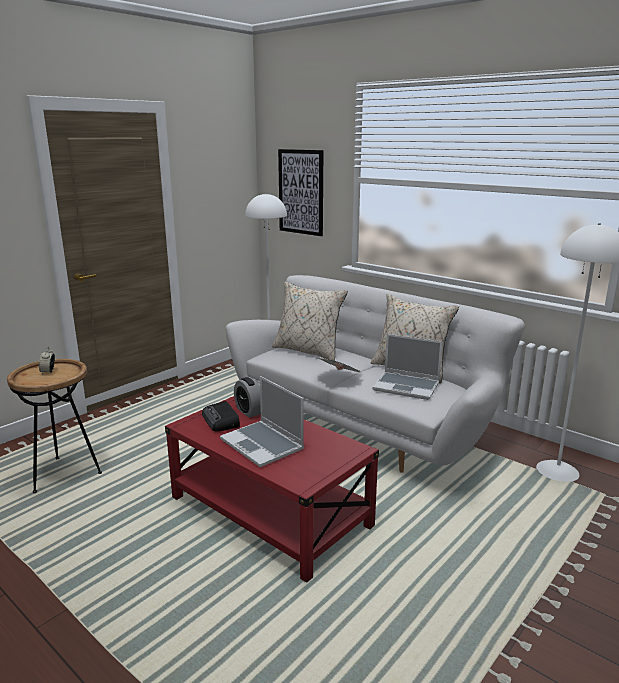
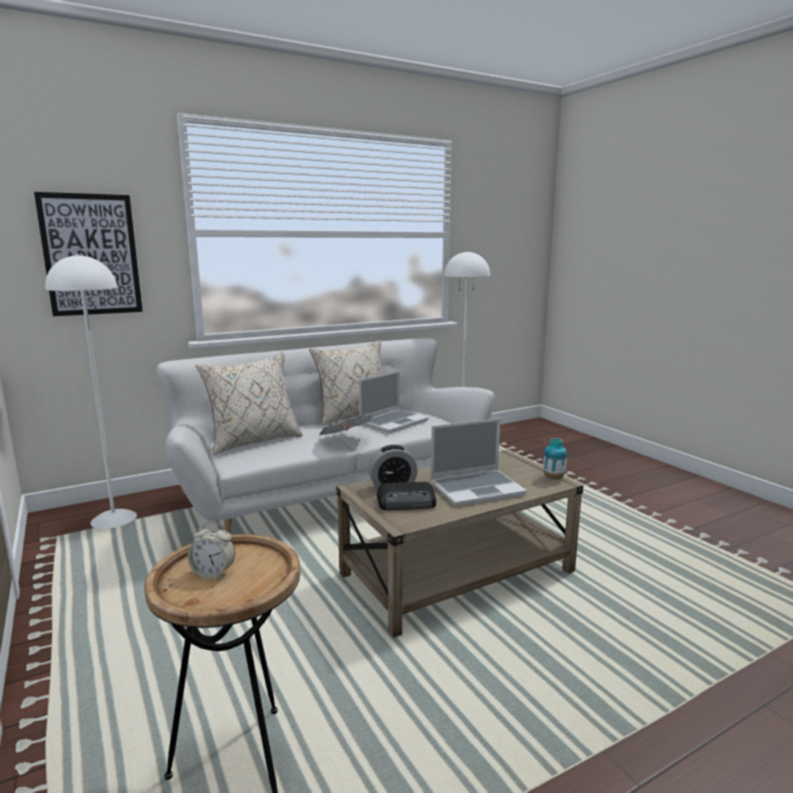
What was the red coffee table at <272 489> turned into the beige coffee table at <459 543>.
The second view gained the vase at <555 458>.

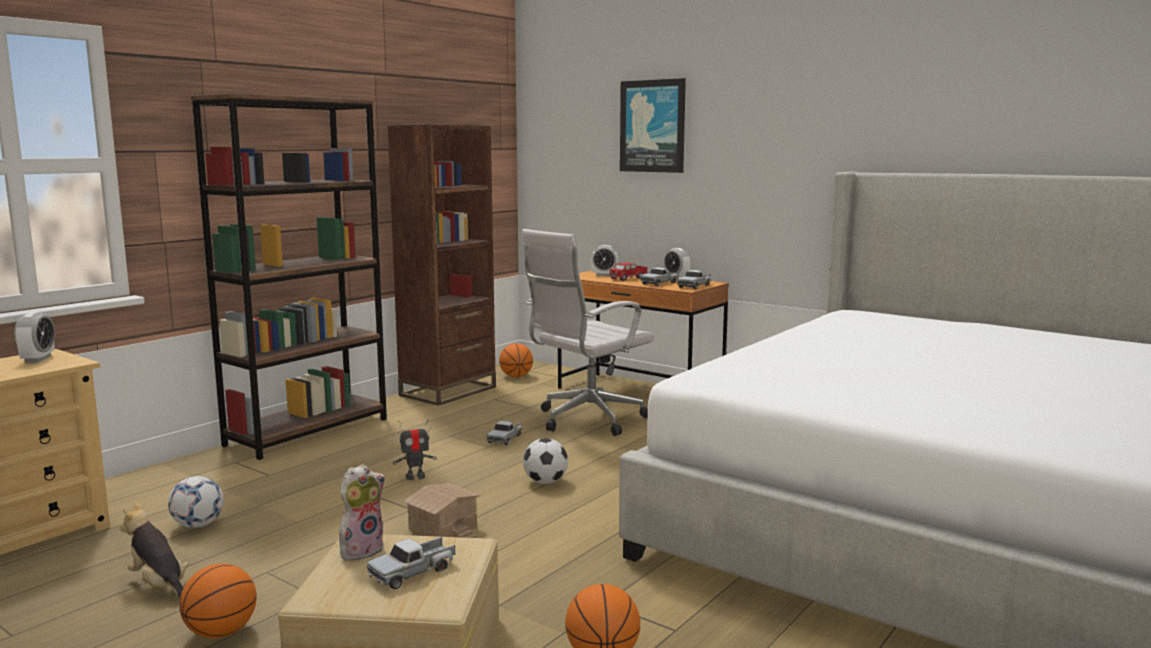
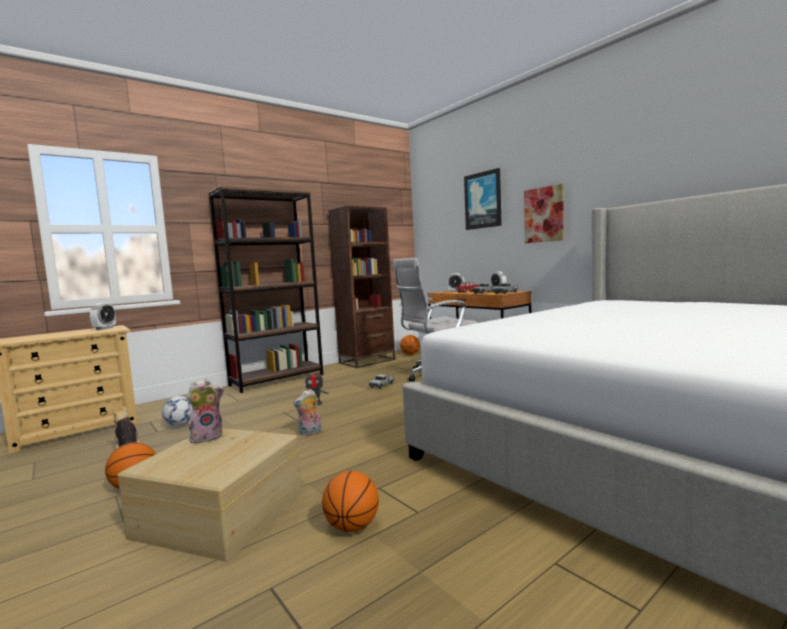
The second view lost the toy truck at <411 563>.
Where the toy house stood at <442 510>, the plush toy came to stand at <307 412>.
The second view lost the football at <545 461>.
The second view gained the picture at <544 213>.

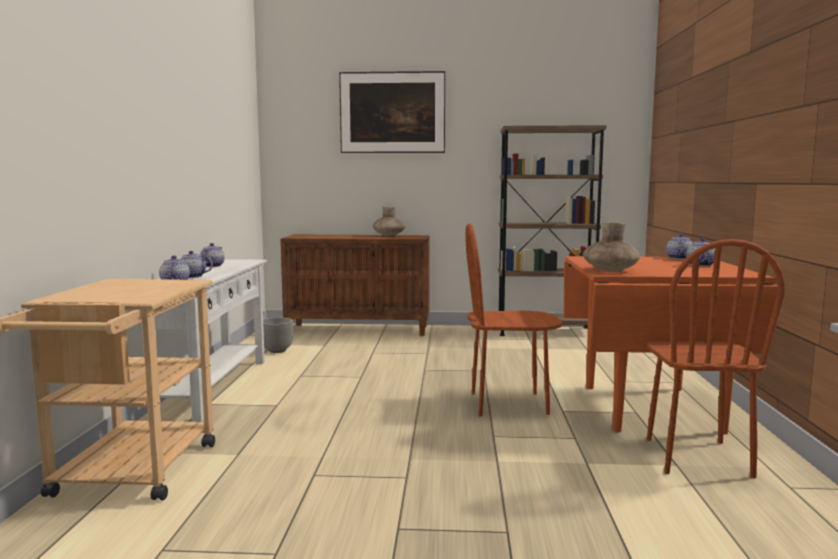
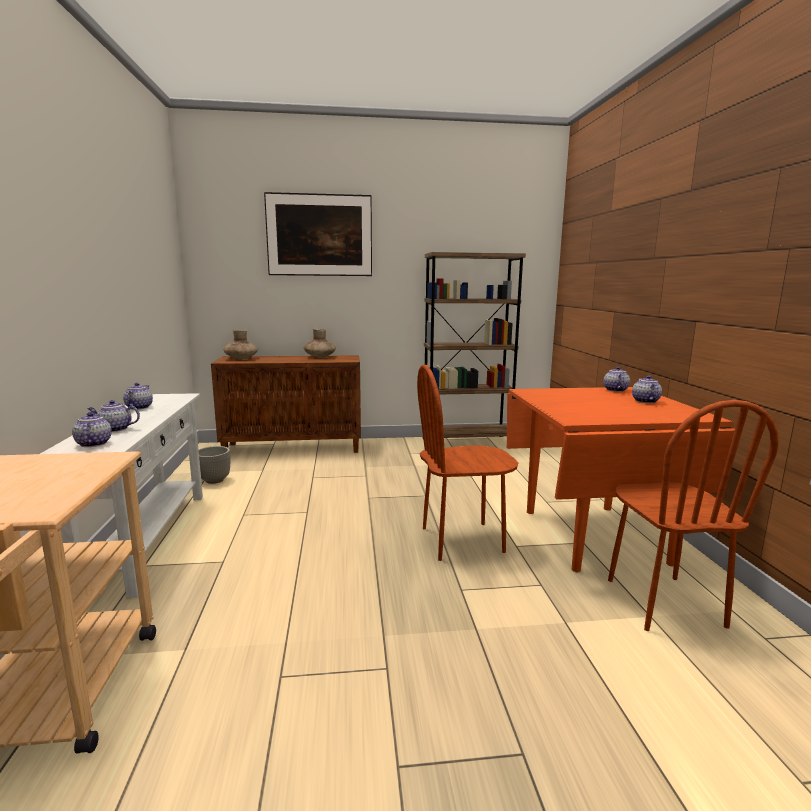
The brown vase ended up elsewhere, having gone from <611 247> to <241 345>.

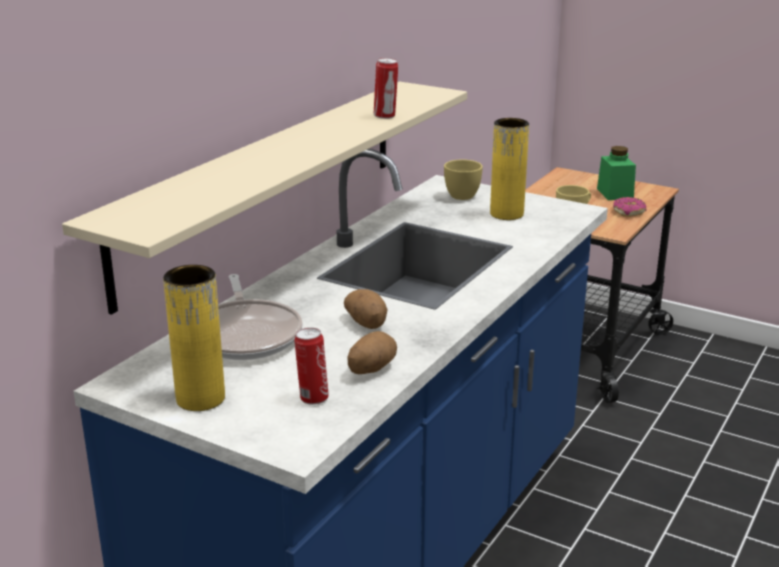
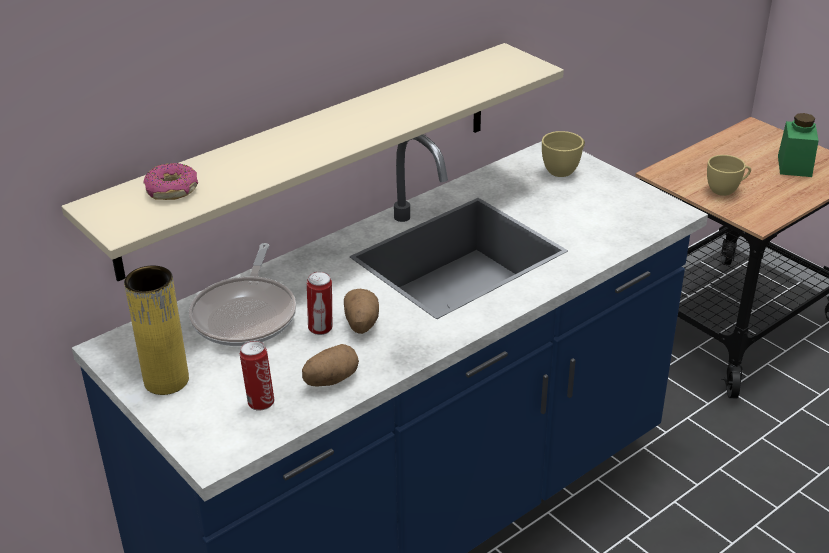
The can ended up elsewhere, having gone from <386 88> to <319 303>.
The second view lost the yellow vase at <509 169>.
The donut ended up elsewhere, having gone from <630 207> to <170 181>.

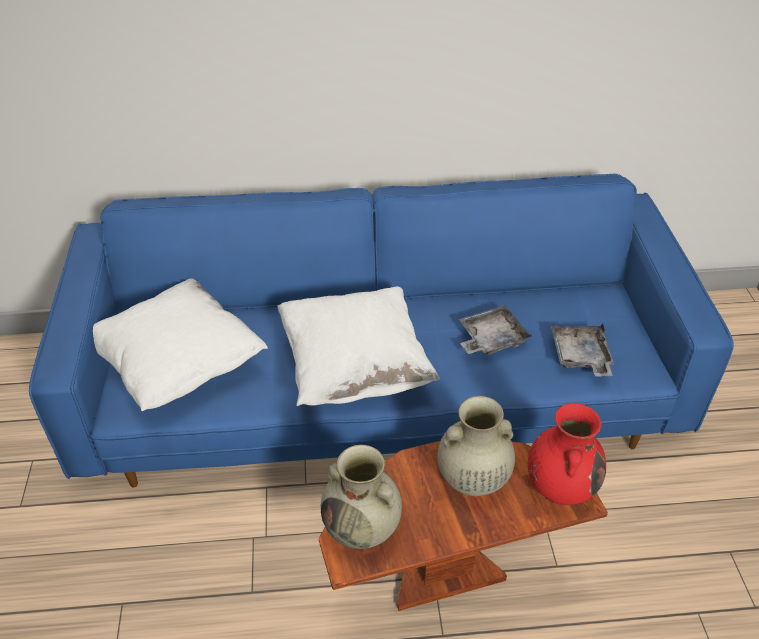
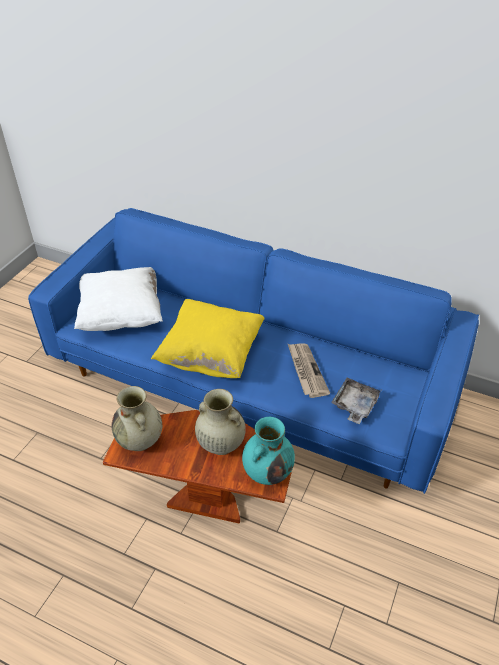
What was the white pillow at <358 346> turned into the yellow pillow at <208 338>.
Where the grey tray stood at <495 330>, the newspaper came to stand at <309 370>.
What was the red vase at <567 454> turned into the turquoise vase at <268 451>.

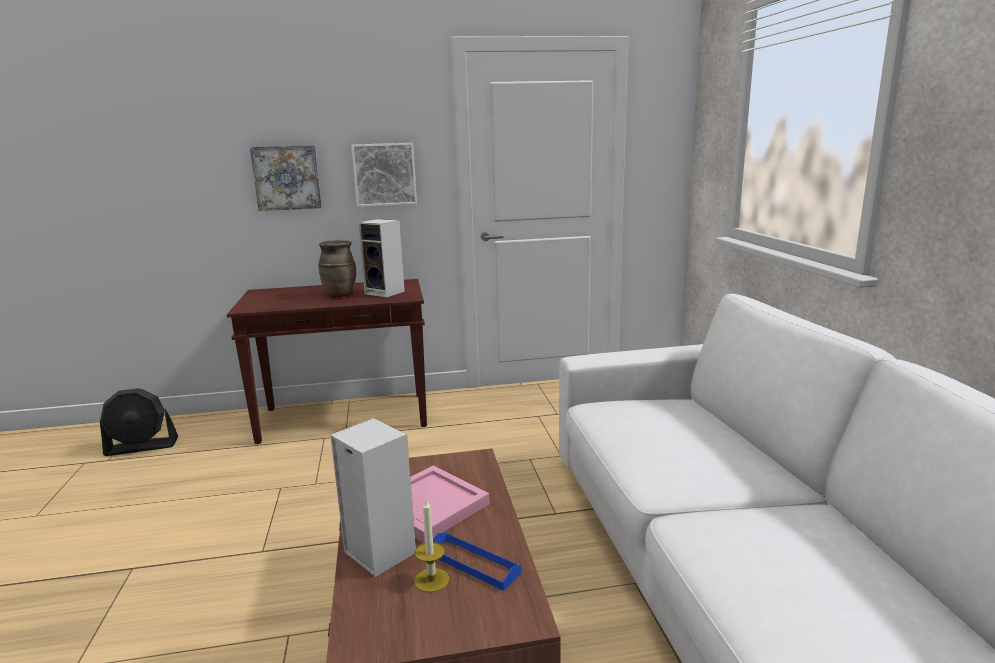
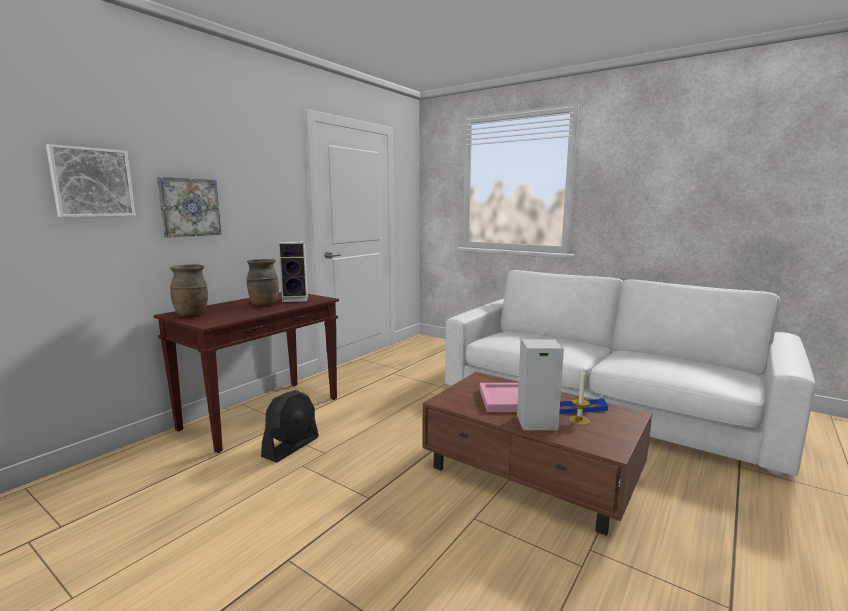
The black fan ended up elsewhere, having gone from <139 422> to <290 426>.
The picture ended up elsewhere, having gone from <384 175> to <91 180>.
The second view gained the brown vase at <189 290>.

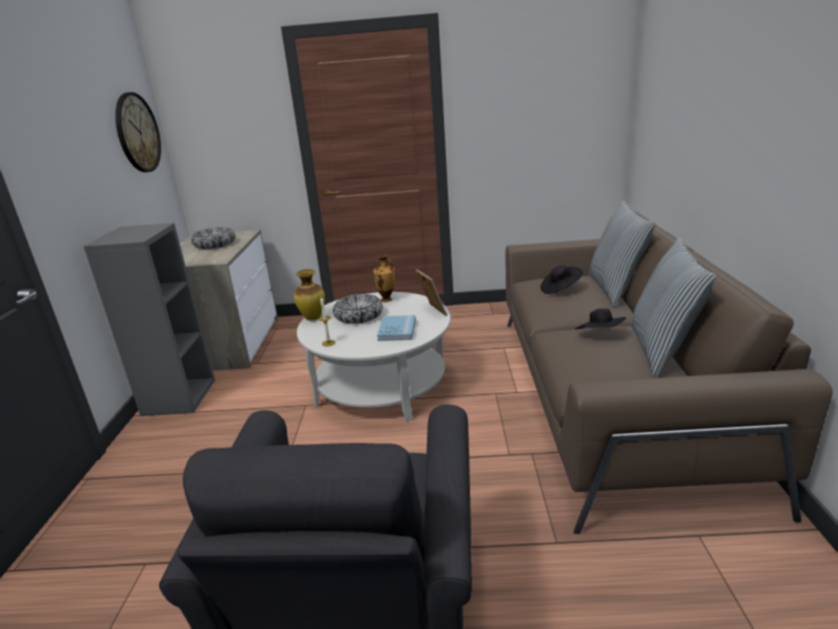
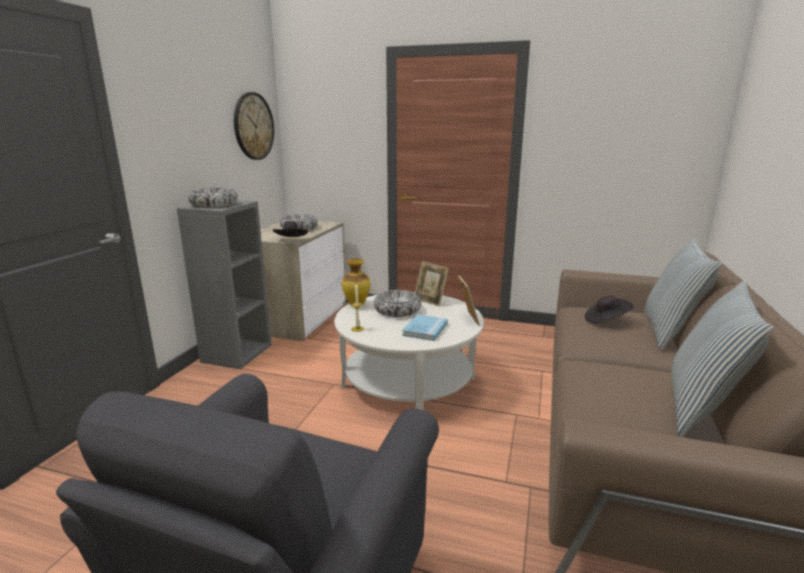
Where the vase stood at <384 278>, the picture frame came to stand at <432 284>.
The black hat ended up elsewhere, having gone from <600 318> to <290 229>.
The second view gained the bowl at <213 197>.

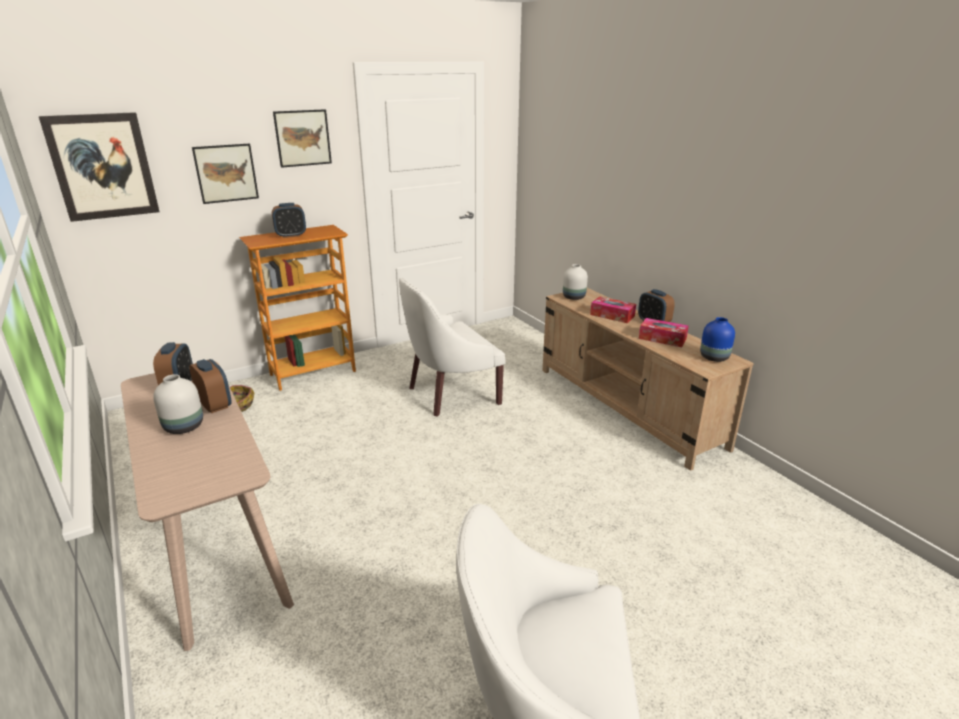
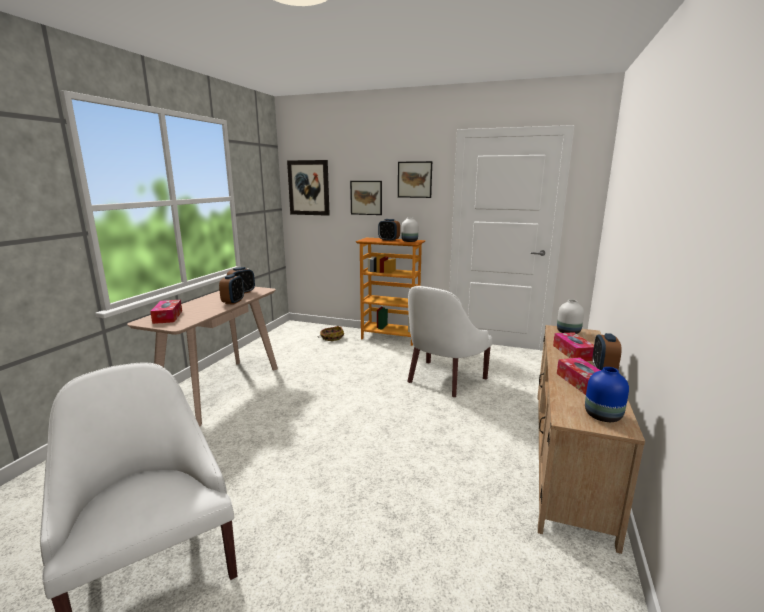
The white vase ended up elsewhere, having gone from <178 404> to <409 229>.
The white armchair at <452 347> ended up facing another way, 75 degrees counterclockwise from before.
The second view gained the tissue box at <166 312>.

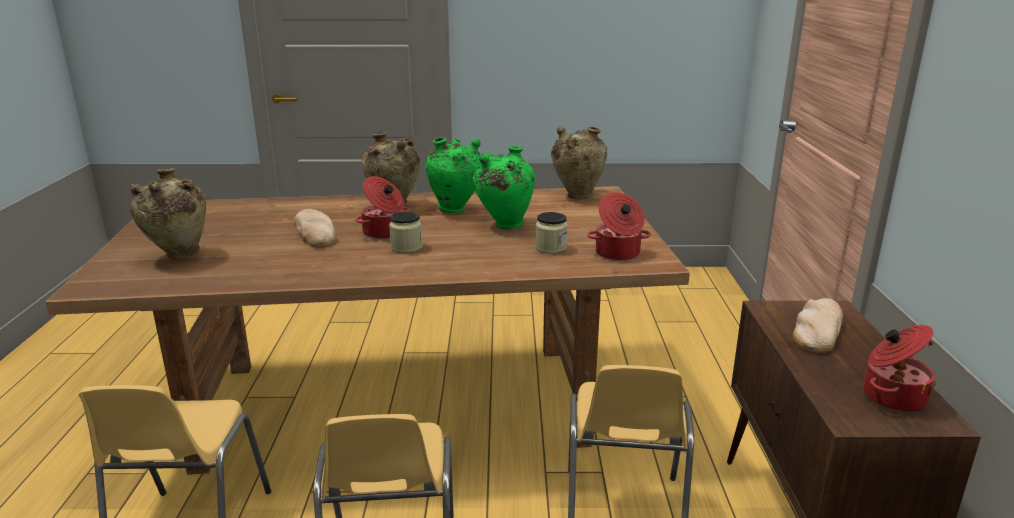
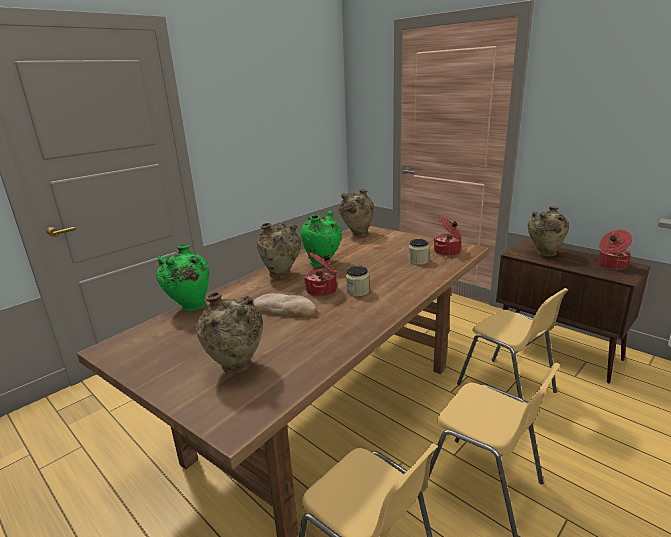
The green vase ended up elsewhere, having gone from <504 188> to <182 278>.
Where the bread stood at <818 325>, the beige vase came to stand at <548 231>.

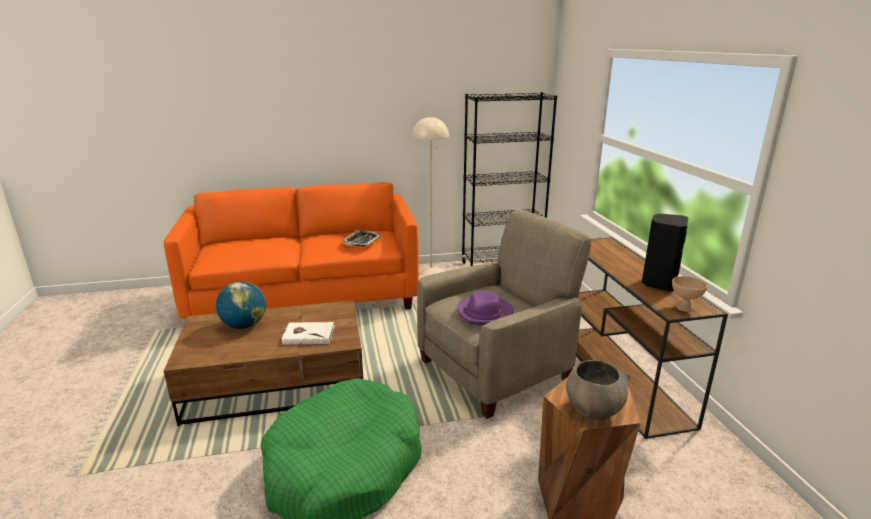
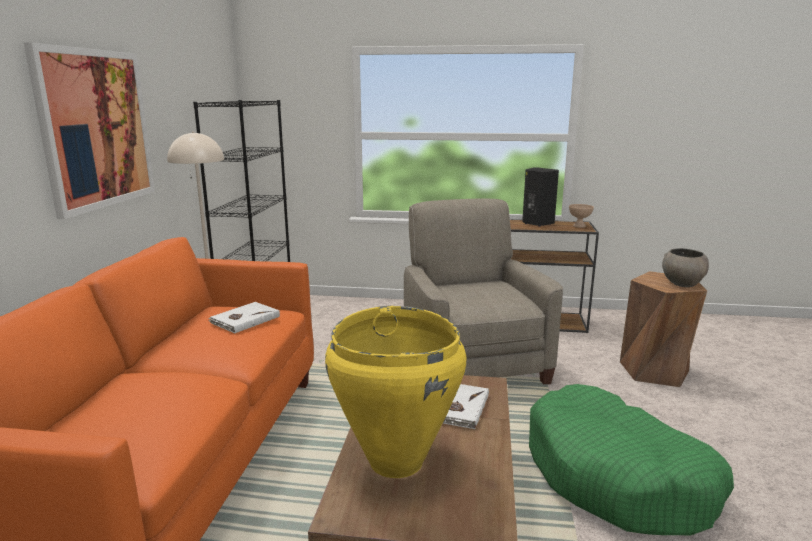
Where the globe stood at <241 305>, the yellow vase came to stand at <395 392>.
Where the tray stood at <362 238>, the white book came to stand at <244 318>.
The second view lost the purple hat at <485 308>.
The second view gained the picture at <89 130>.

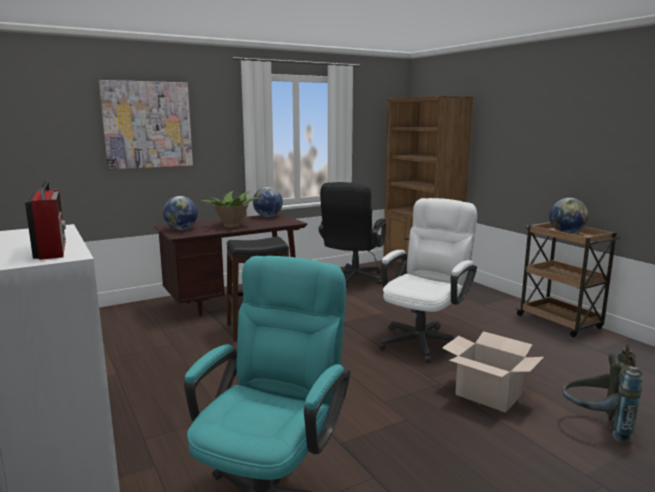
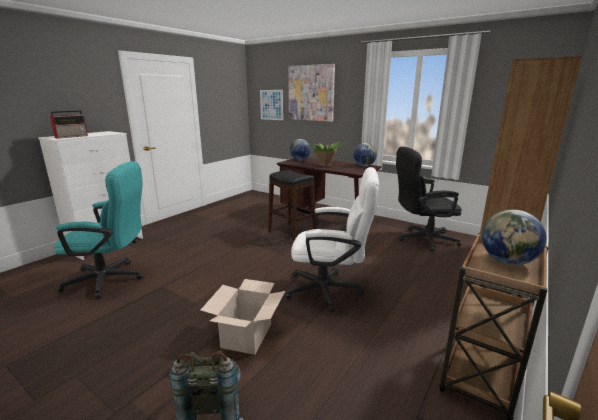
The second view gained the picture at <271 105>.

